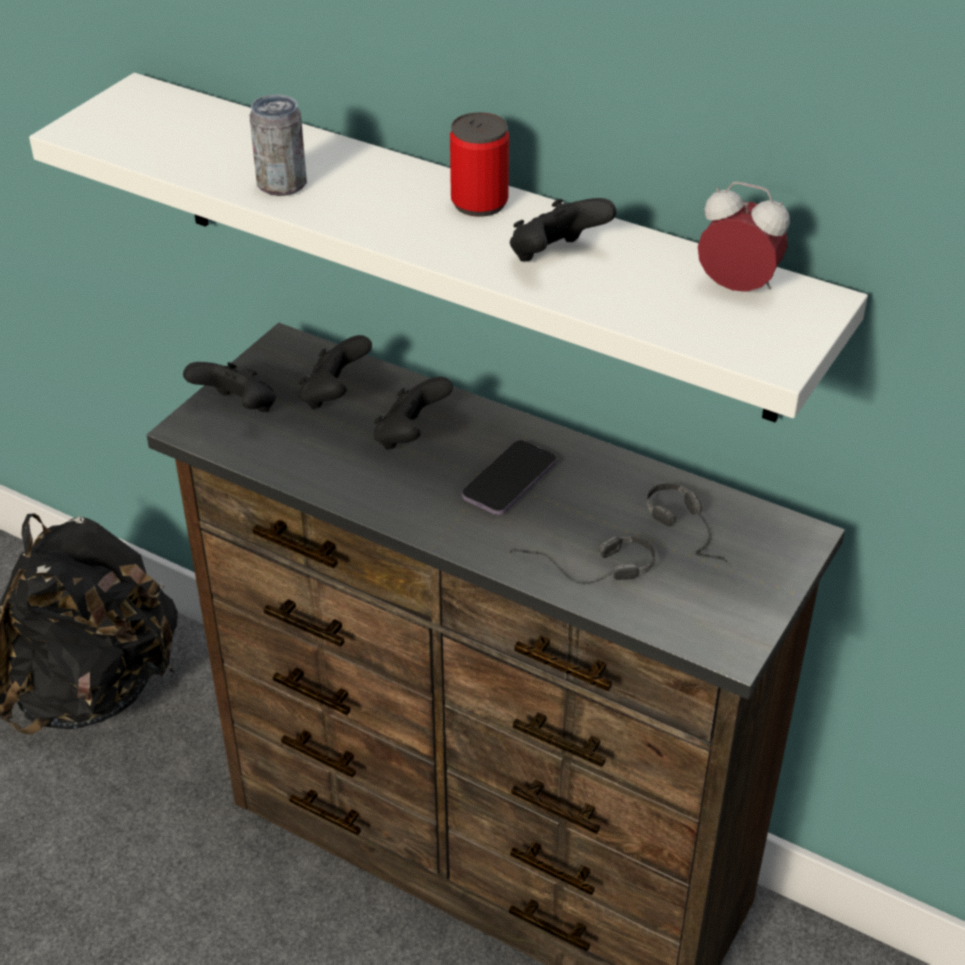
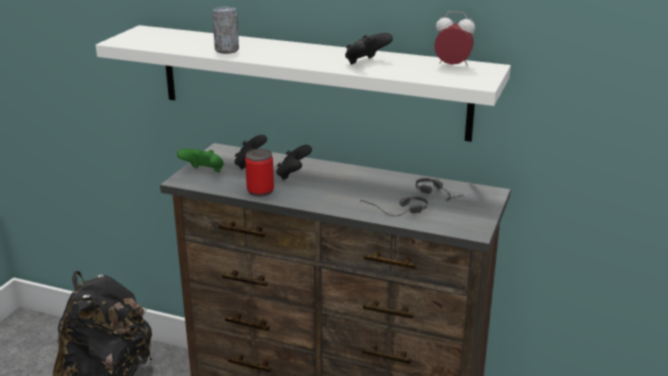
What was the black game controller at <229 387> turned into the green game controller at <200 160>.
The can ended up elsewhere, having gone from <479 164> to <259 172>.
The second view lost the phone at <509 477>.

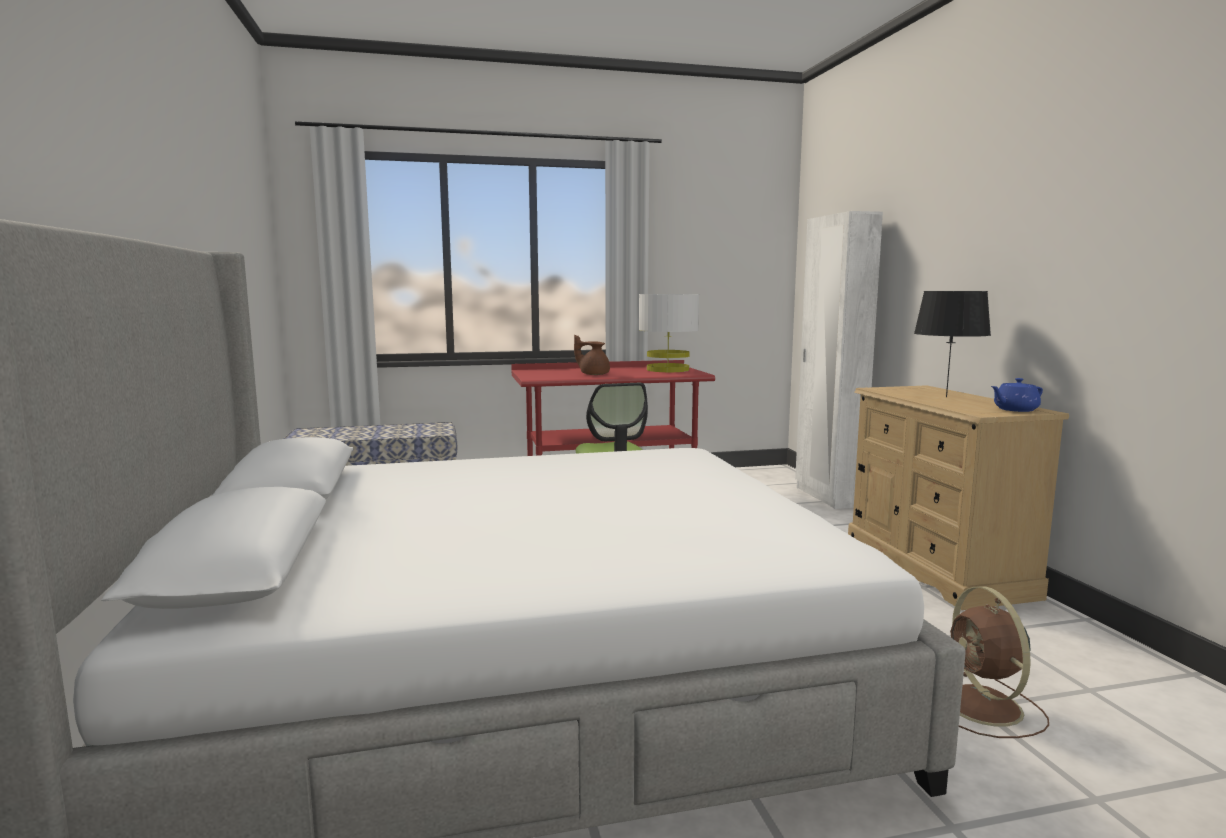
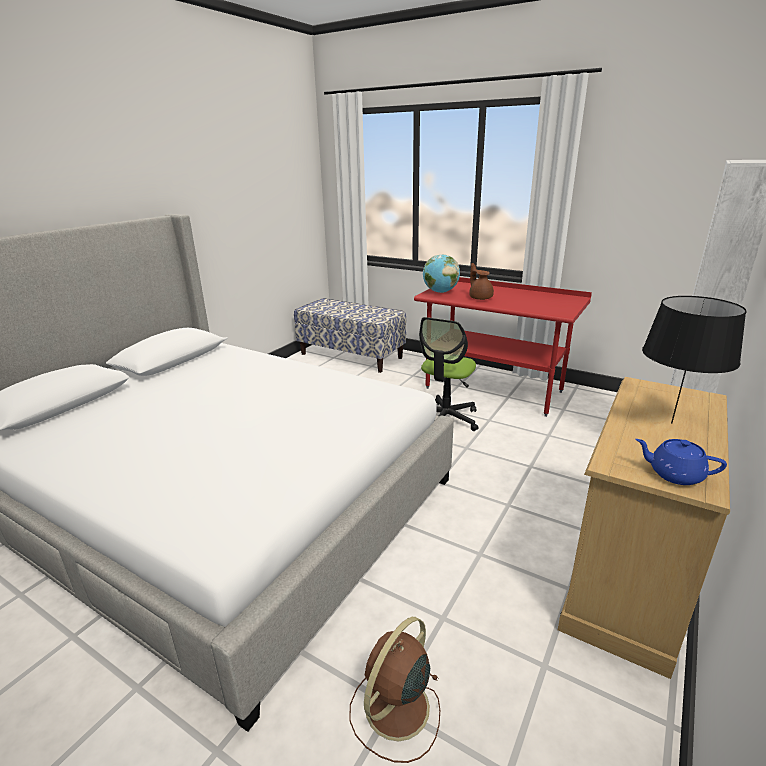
The second view lost the white table lamp at <669 333>.
The second view gained the globe at <441 274>.

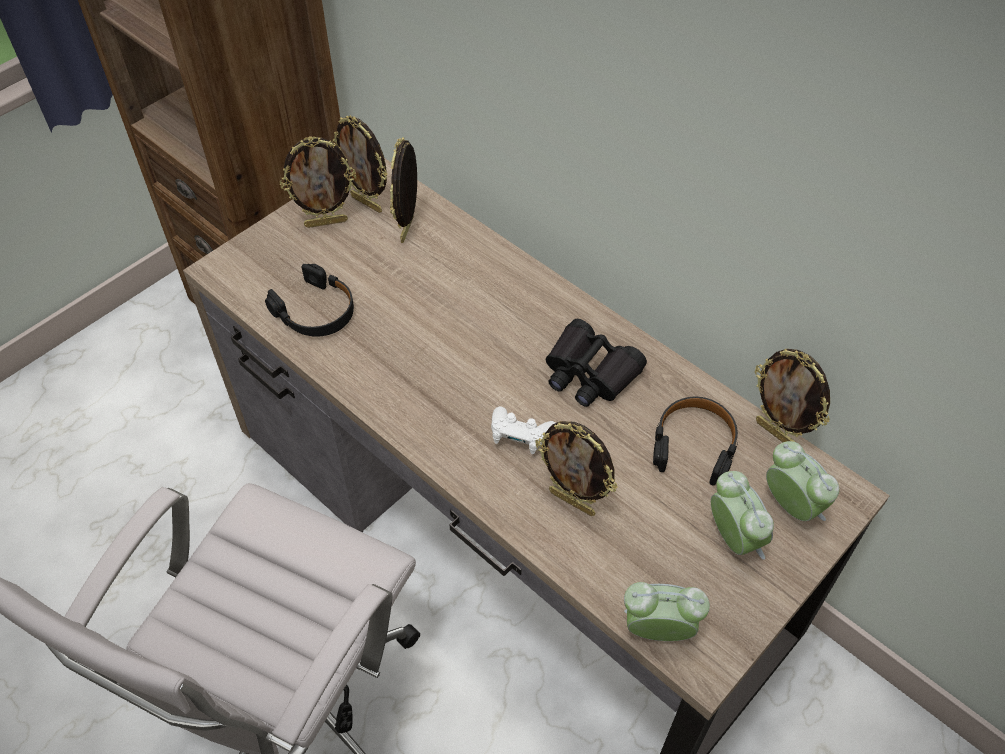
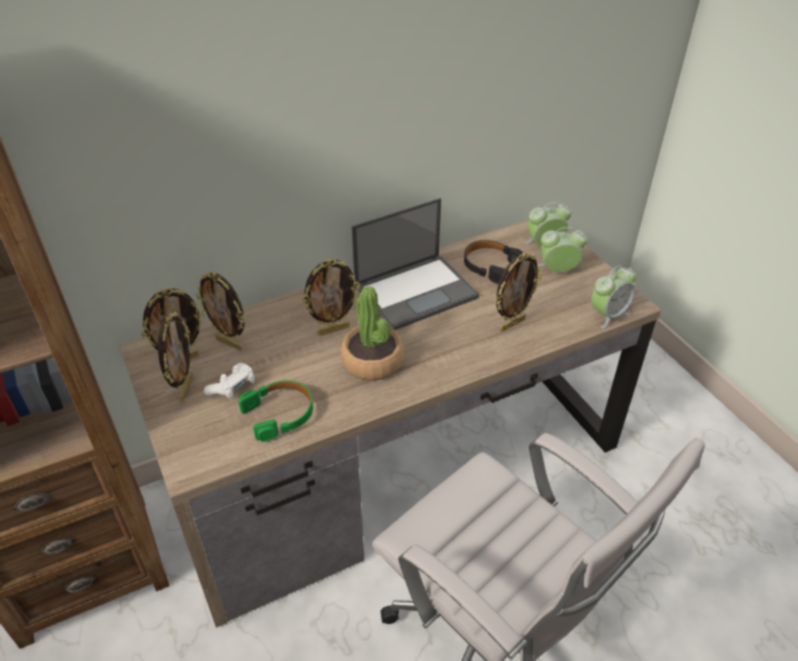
What was the black headphones at <309 300> turned into the green headphones at <276 411>.
The white game controller ended up elsewhere, having gone from <523 430> to <229 381>.
Where the black binoculars stood at <596 363>, the laptop came to stand at <415 264>.
The alarm clock at <667 611> ended up facing another way, 150 degrees counterclockwise from before.
The picture frame ended up elsewhere, having gone from <792 396> to <331 297>.
The second view gained the potted plant at <372 333>.

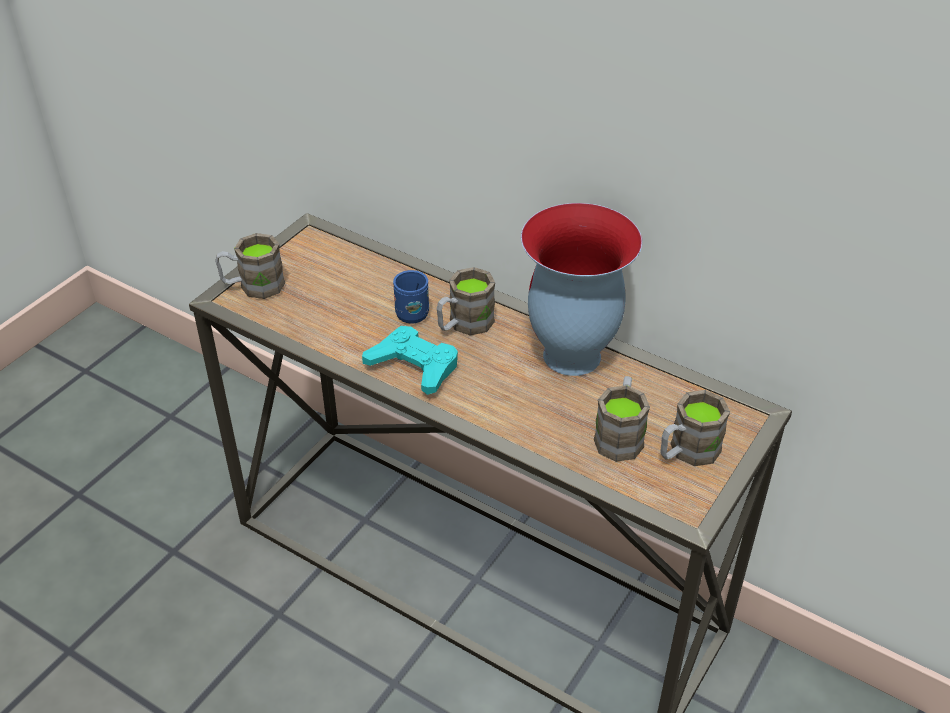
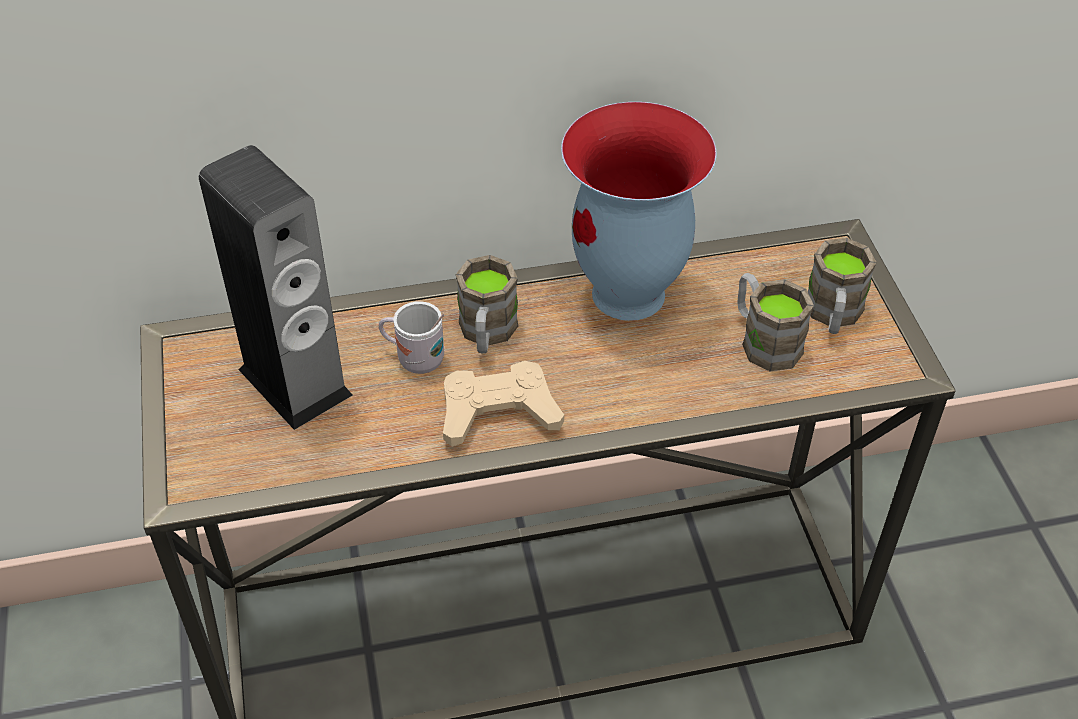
The second view lost the brown mug at <250 266>.
What was the turquoise game controller at <410 360> turned into the beige game controller at <503 404>.
What was the blue mug at <411 297> turned into the white mug at <411 337>.
The second view gained the speaker at <276 287>.

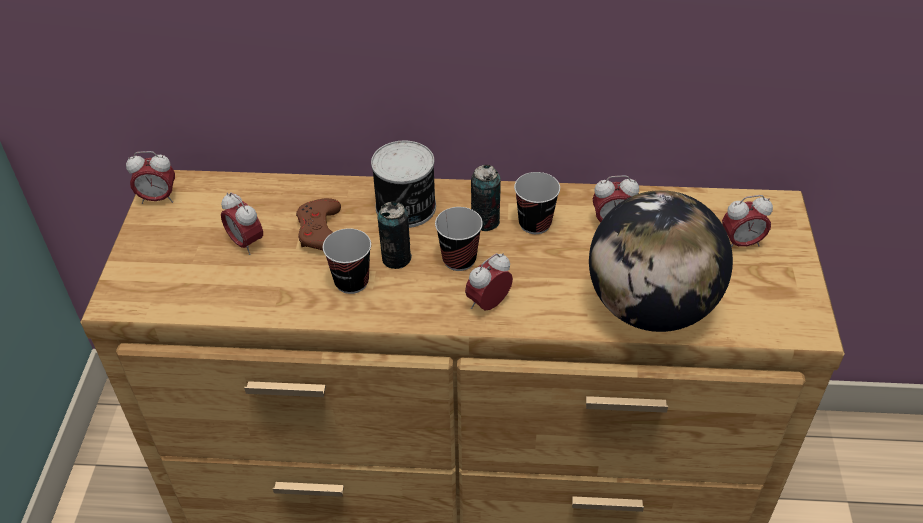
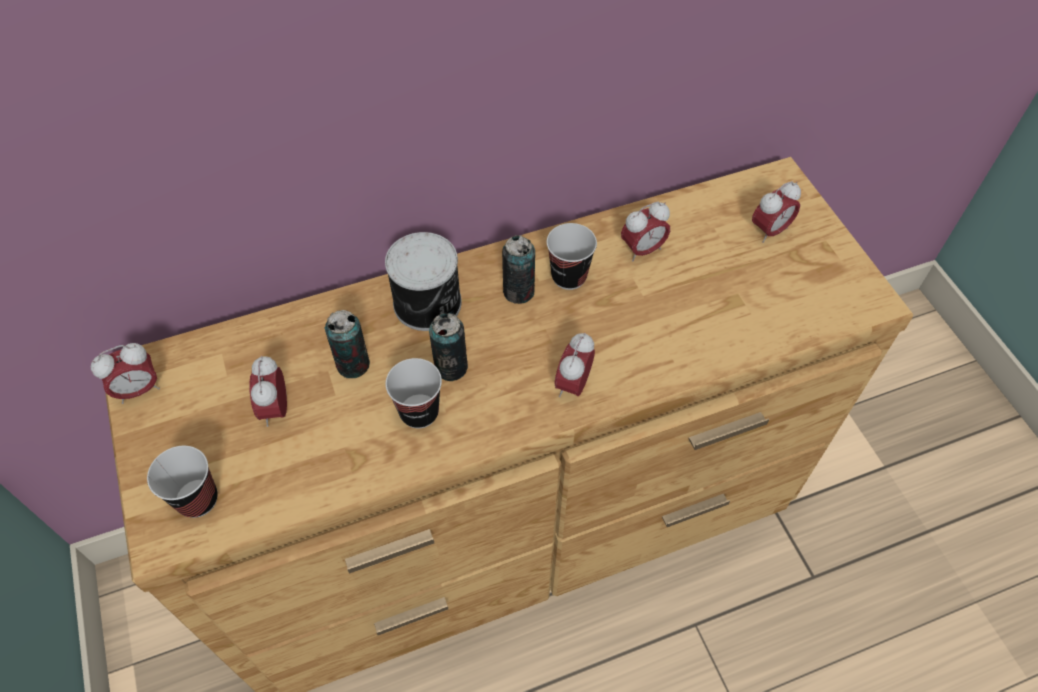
The alarm clock at <242 223> ended up facing another way, 60 degrees clockwise from before.
Where the brown game controller stood at <318 224>, the can came to stand at <347 344>.
The cup ended up elsewhere, having gone from <459 239> to <182 482>.
The second view lost the globe at <661 261>.

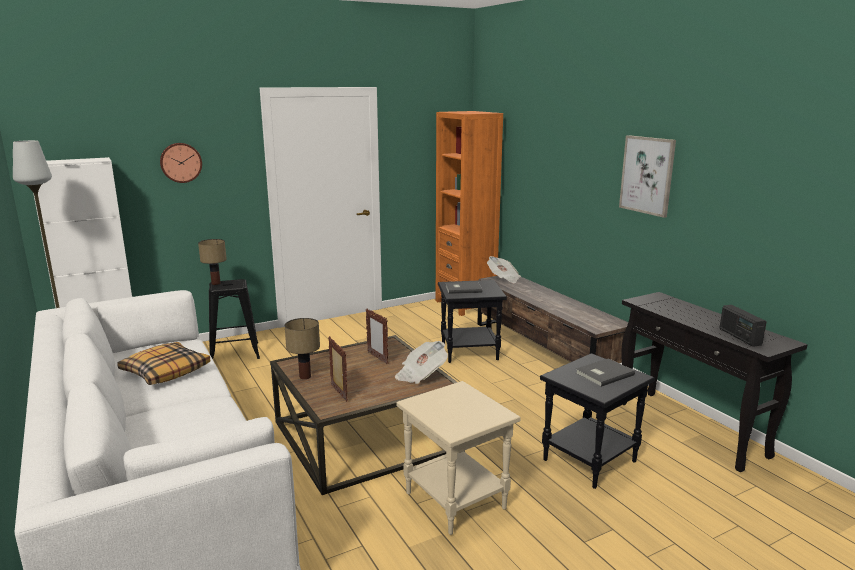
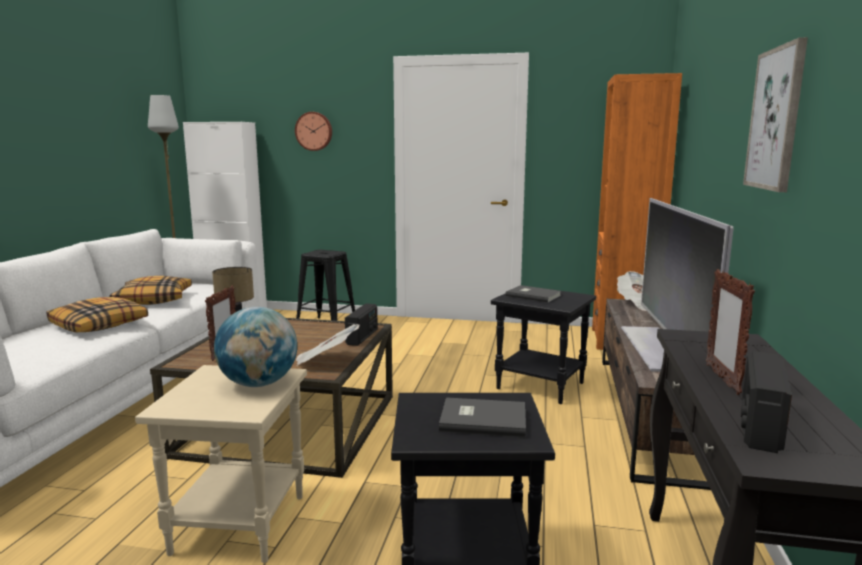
The second view lost the table lamp at <212 262>.
The picture frame ended up elsewhere, having gone from <377 336> to <730 332>.
The second view gained the pillow at <97 314>.
The second view gained the globe at <255 347>.
The second view gained the radio at <361 324>.
The second view gained the television at <677 285>.

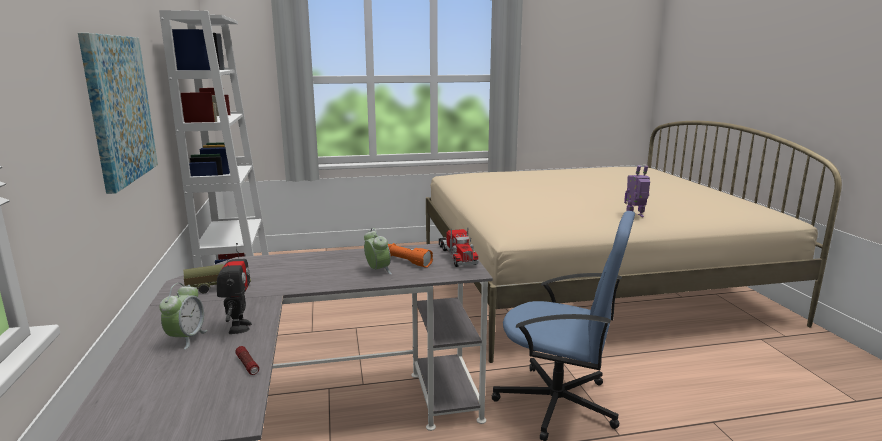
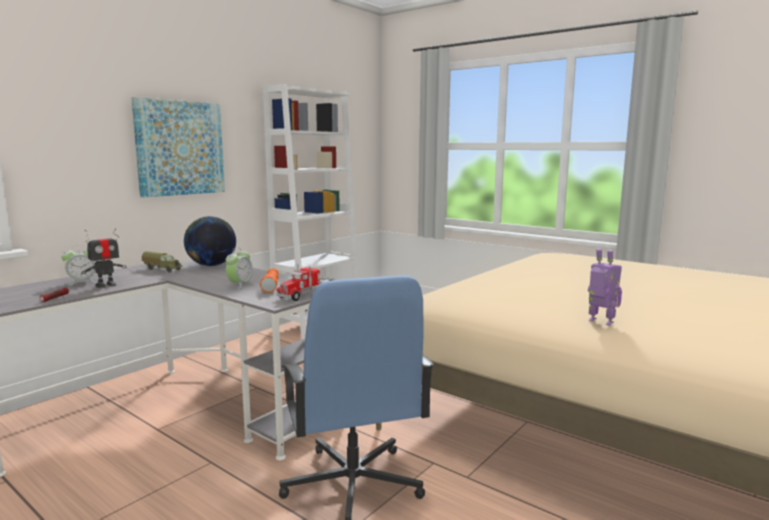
The second view gained the globe at <210 241>.

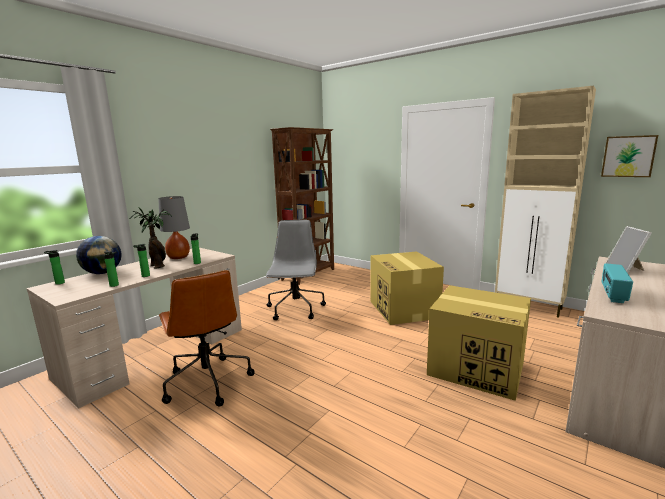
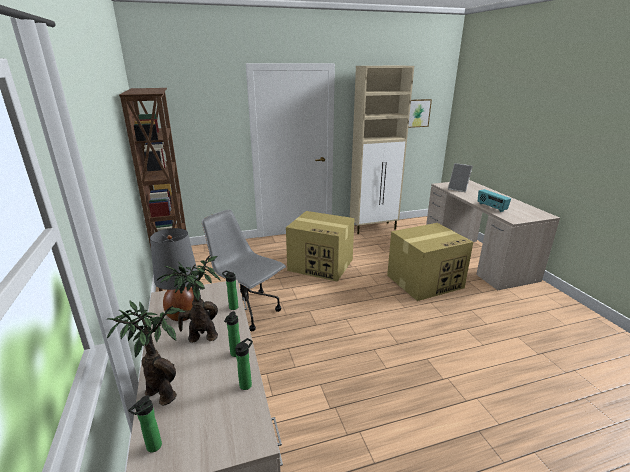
Where the globe stood at <99 255>, the potted plant came to stand at <146 353>.
The second view lost the brown office chair at <207 338>.

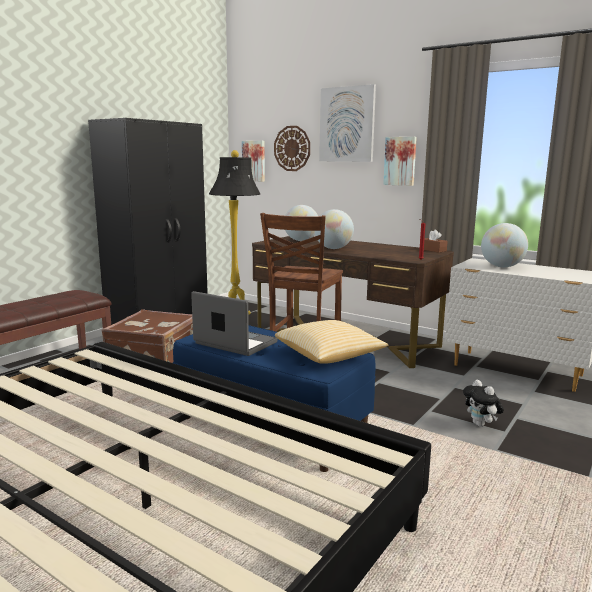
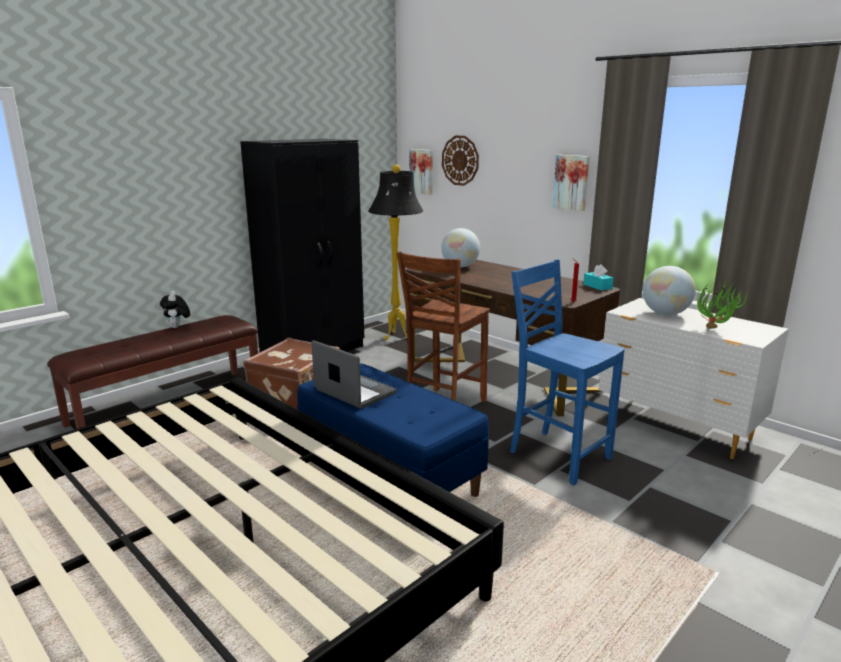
The second view lost the pillow at <332 342>.
The second view lost the globe at <334 229>.
The second view lost the picture at <347 123>.
What was the brown tissue box at <436 241> turned into the turquoise tissue box at <598 277>.
The plush toy ended up elsewhere, having gone from <483 403> to <175 309>.
The second view gained the blue chair at <567 372>.
The second view gained the potted plant at <723 303>.

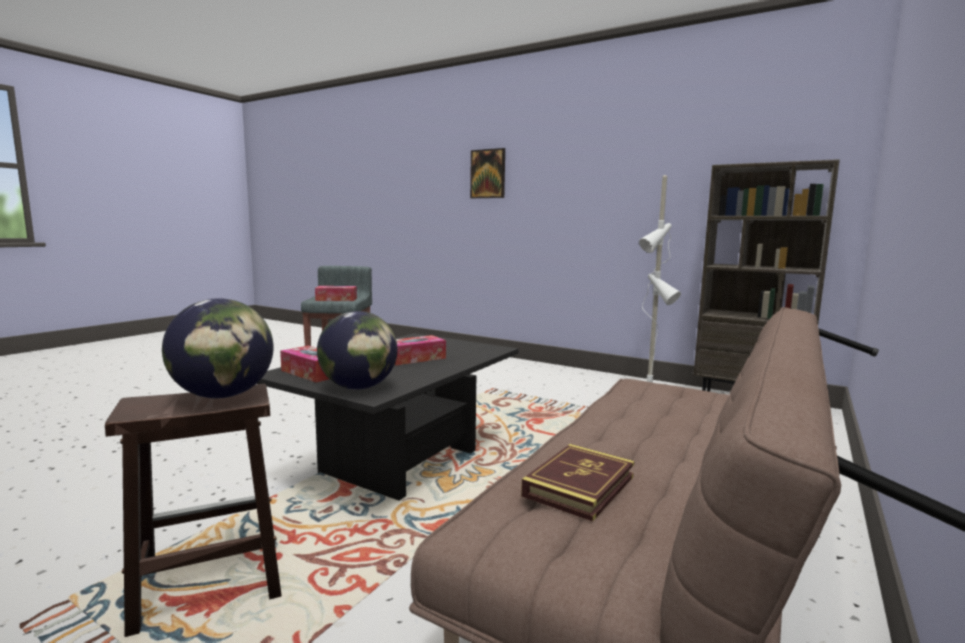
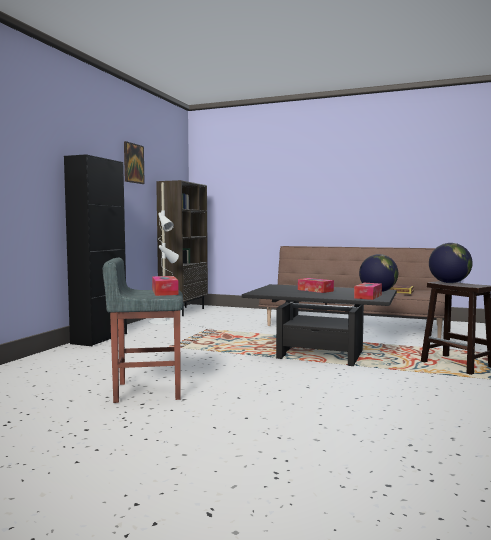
The picture ended up elsewhere, having gone from <487 173> to <134 162>.
The second view gained the black cabinet at <95 250>.

